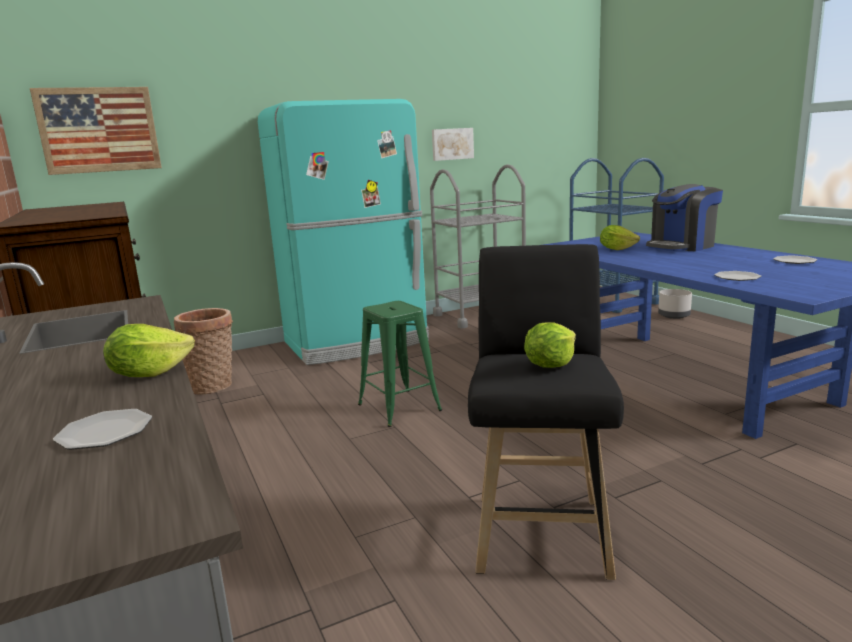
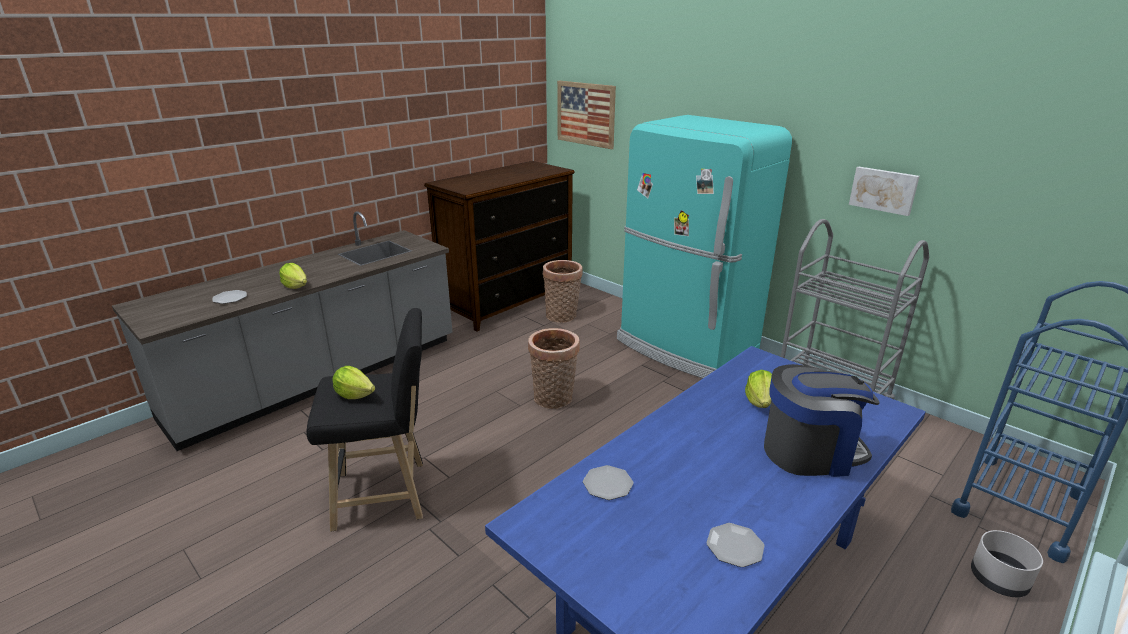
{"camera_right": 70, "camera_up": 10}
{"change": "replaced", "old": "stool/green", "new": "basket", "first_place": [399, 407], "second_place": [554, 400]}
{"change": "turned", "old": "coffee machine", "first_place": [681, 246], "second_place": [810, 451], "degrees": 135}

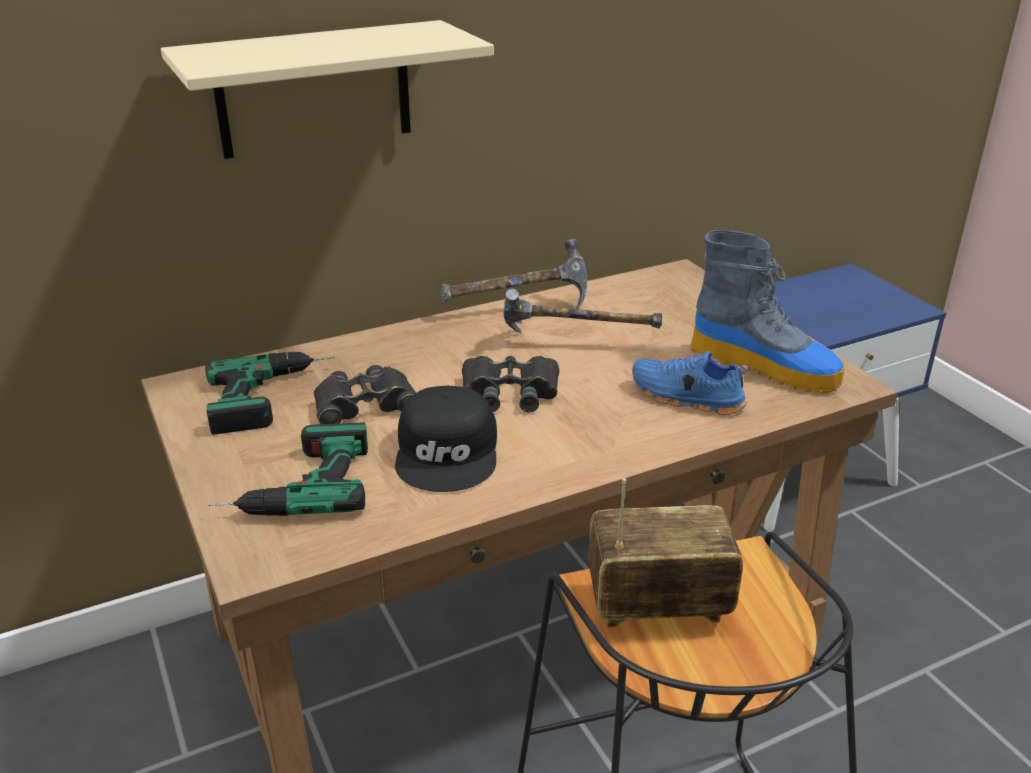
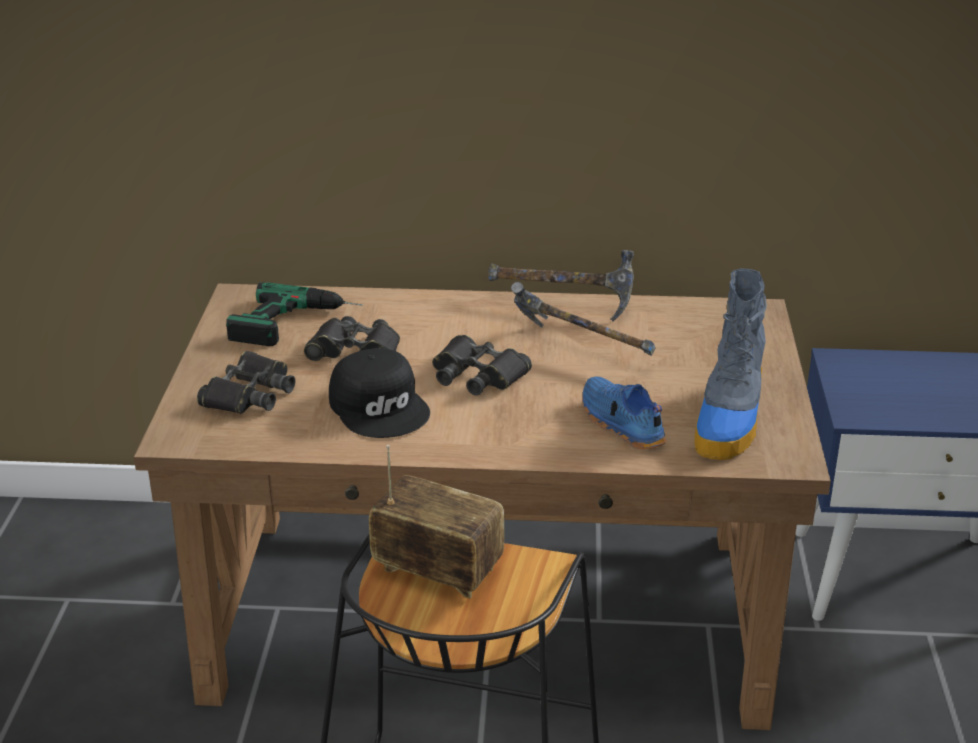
{"camera_right": 30, "camera_up": 0}
{"change": "replaced", "old": "power drill", "new": "binoculars/black", "first_place": [293, 484], "second_place": [249, 393]}
{"change": "turned", "old": "cap/black", "first_place": [449, 452], "second_place": [380, 406], "degrees": -60}
{"change": "turned", "old": "boot", "first_place": [765, 366], "second_place": [729, 420], "degrees": 45}
{"change": "removed", "old": "shelf/beige", "first_place": [314, 90]}

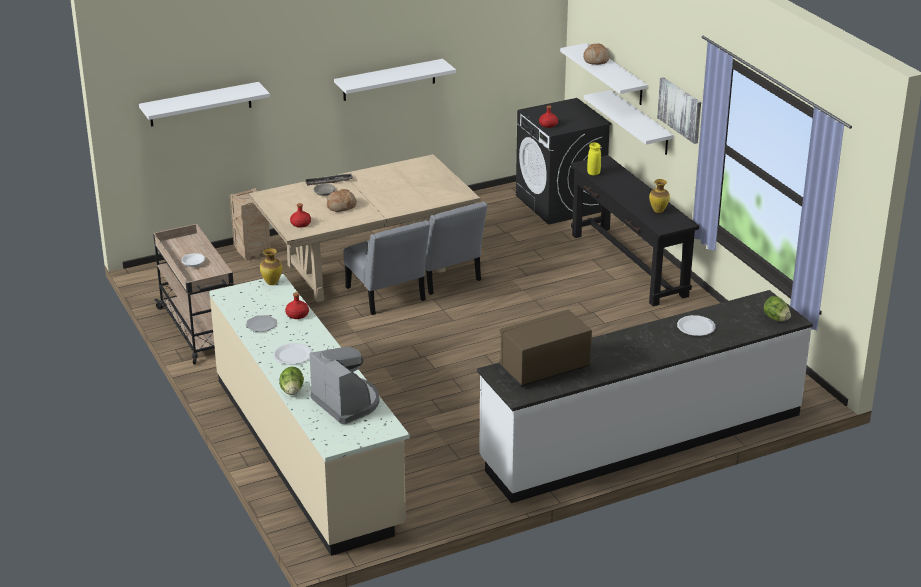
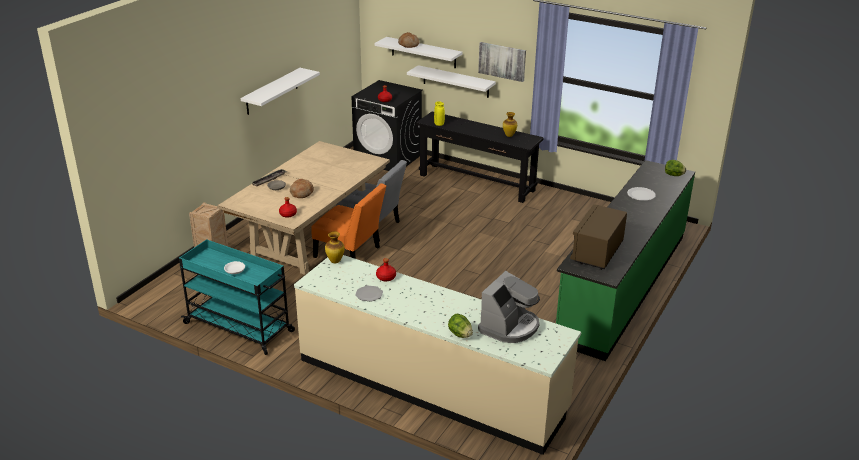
{"camera_right": -35, "camera_up": 0}
{"change": "recoloured", "old": "cart/beige", "new": "cart/turquoise", "first_place": [200, 331], "second_place": [240, 327]}
{"change": "recoloured", "old": "chair/grey", "new": "chair/orange", "first_place": [387, 296], "second_place": [350, 253]}
{"change": "turned", "old": "coffee machine", "first_place": [347, 402], "second_place": [509, 327], "degrees": 105}
{"change": "recoloured", "old": "counter/white", "new": "counter/green", "first_place": [642, 438], "second_place": [622, 285]}
{"change": "removed", "old": "shelf/white", "first_place": [200, 104]}
{"change": "removed", "old": "plate/white", "first_place": [292, 355]}

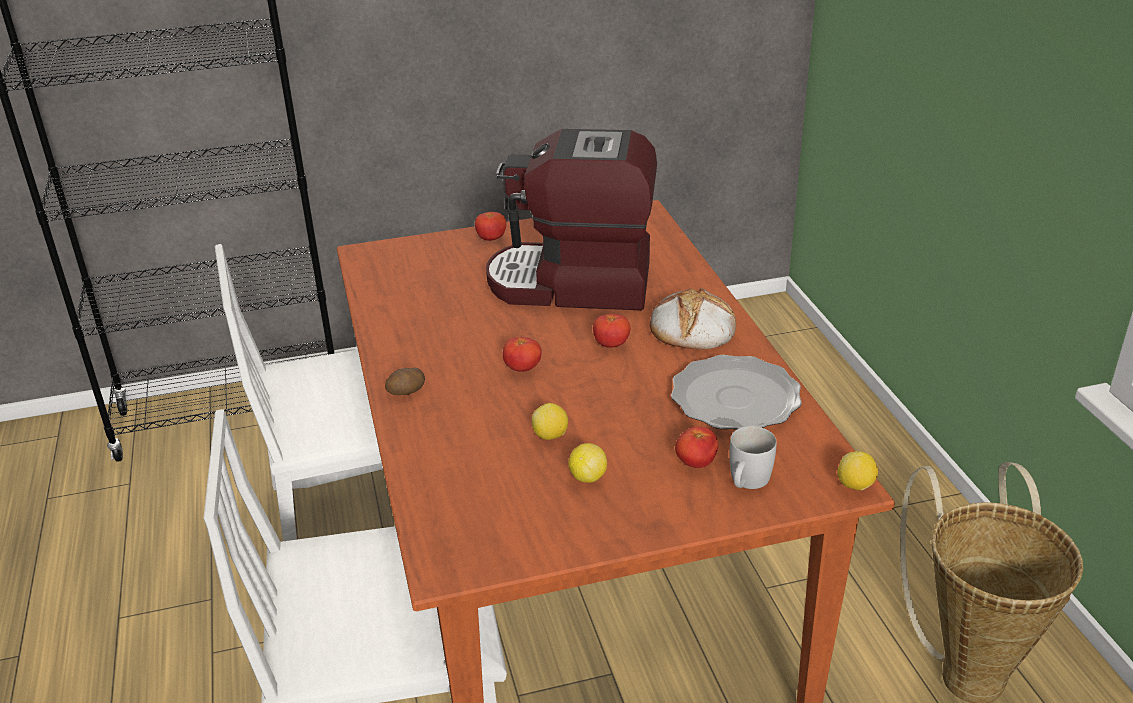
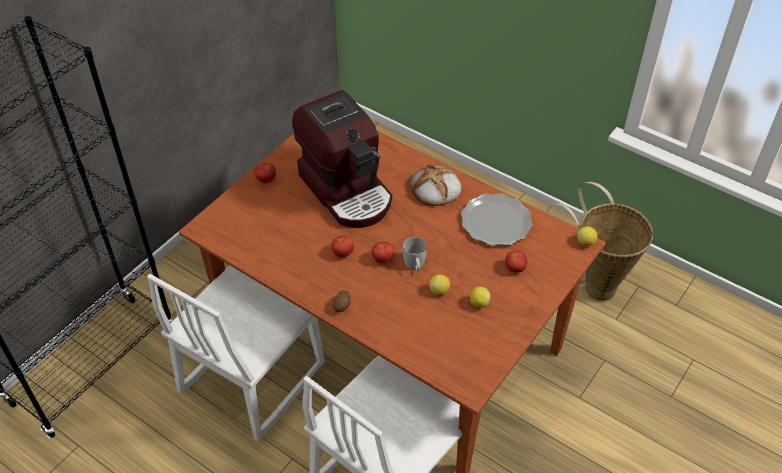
{"camera_right": -40, "camera_up": 15}
{"change": "turned", "old": "coffee machine", "first_place": [573, 284], "second_place": [347, 190], "degrees": -90}
{"change": "moved", "old": "tomato", "first_place": [611, 345], "second_place": [343, 253]}
{"change": "moved", "old": "mug/white", "first_place": [747, 482], "second_place": [415, 265]}

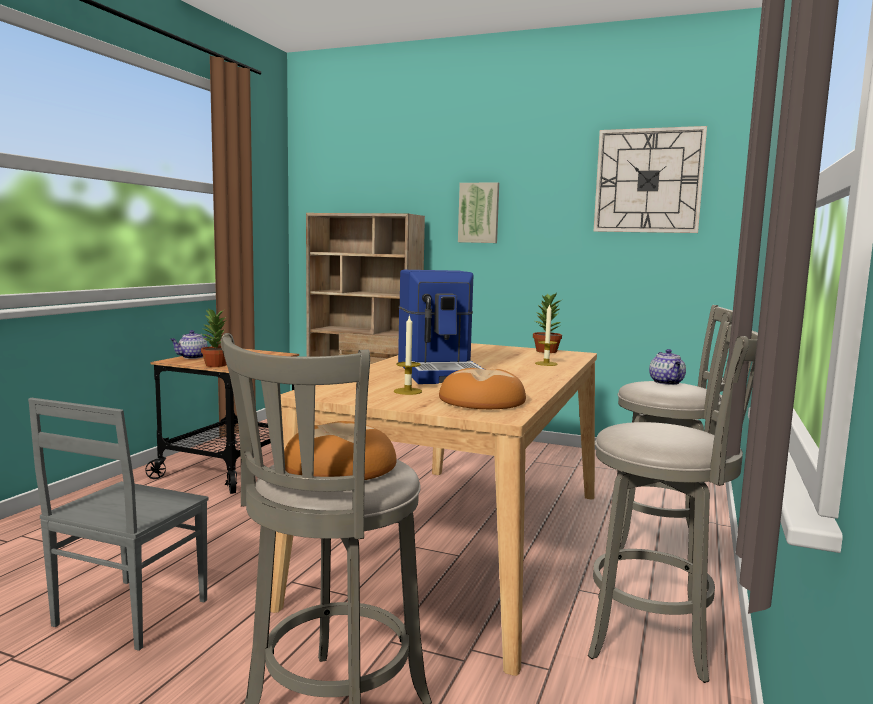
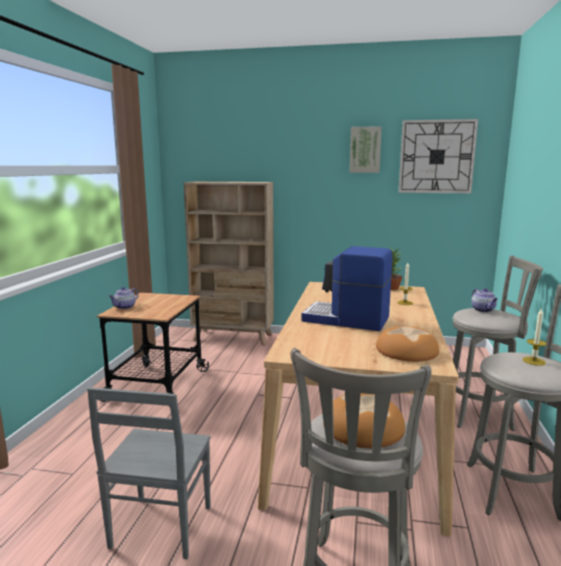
{"camera_right": -10, "camera_up": 5}
{"change": "turned", "old": "coffee machine", "first_place": [440, 372], "second_place": [346, 320], "degrees": 135}
{"change": "moved", "old": "picture", "first_place": [479, 213], "second_place": [365, 150]}
{"change": "moved", "old": "candle", "first_place": [407, 391], "second_place": [534, 361]}
{"change": "removed", "old": "potted plant", "first_place": [215, 365]}

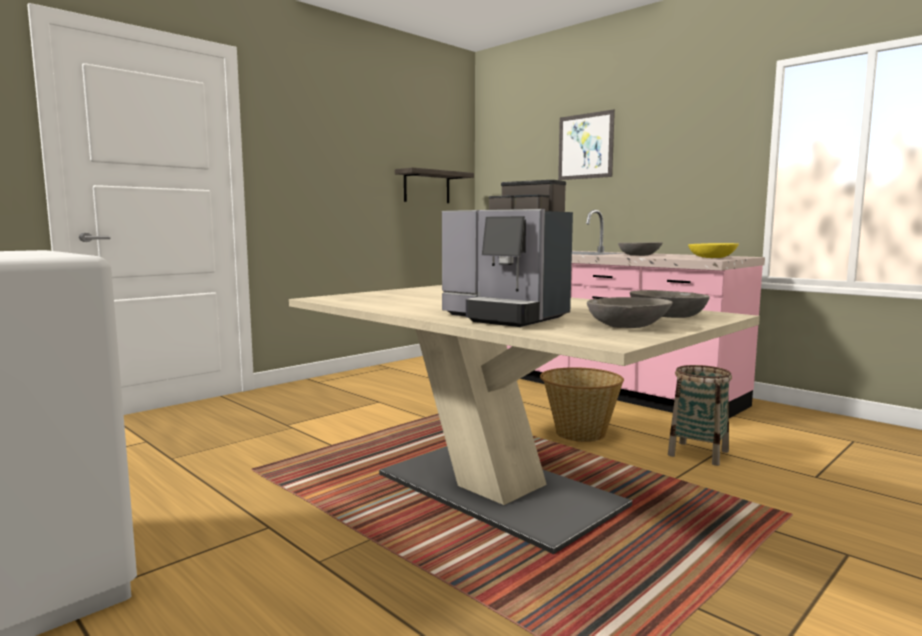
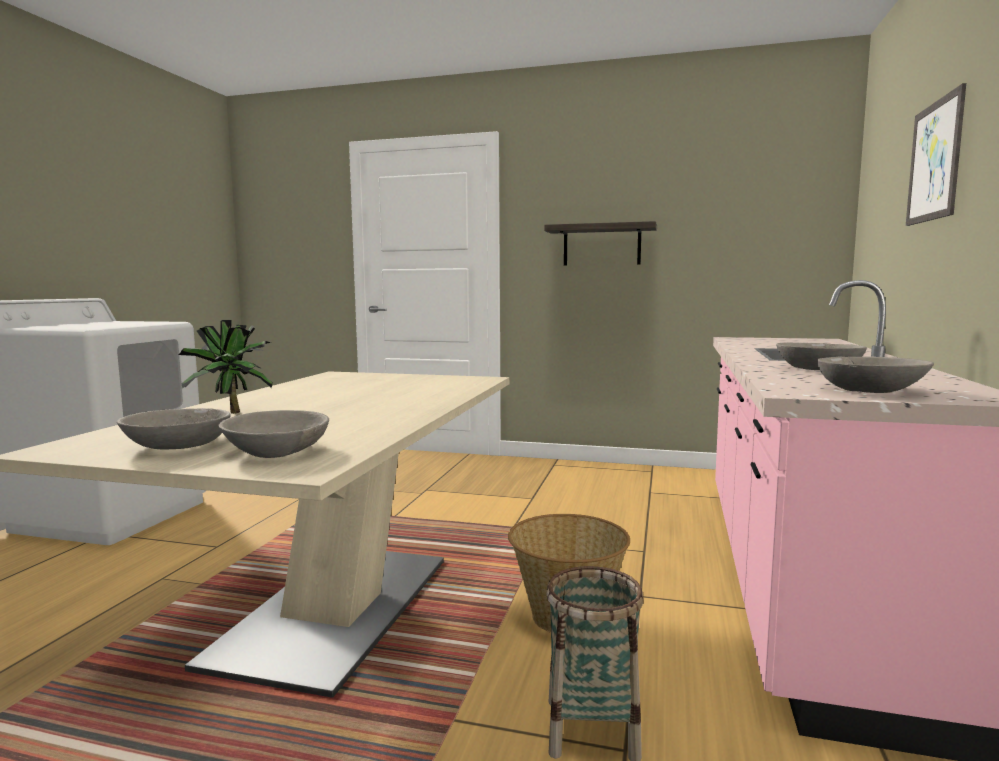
{"camera_right": 60, "camera_up": 0}
{"change": "replaced", "old": "coffee machine", "new": "potted plant", "first_place": [505, 317], "second_place": [231, 414]}
{"change": "moved", "old": "shelf", "first_place": [427, 187], "second_place": [602, 245]}
{"change": "recoloured", "old": "bowl/yellow", "new": "bowl/grey", "first_place": [712, 257], "second_place": [870, 390]}

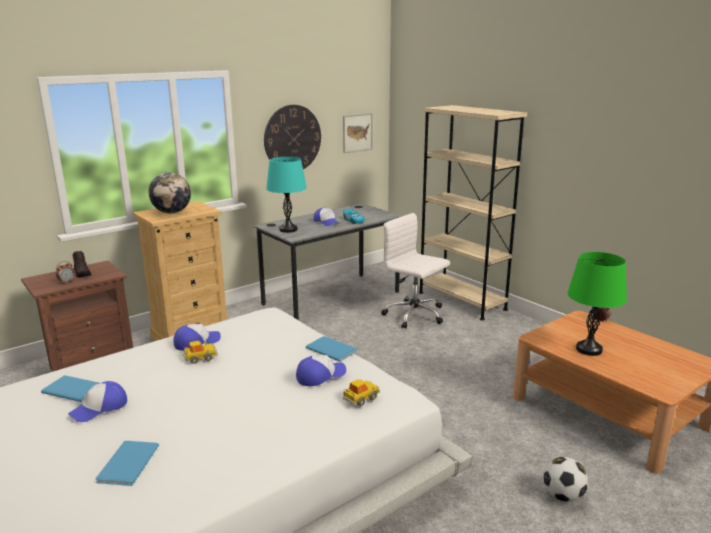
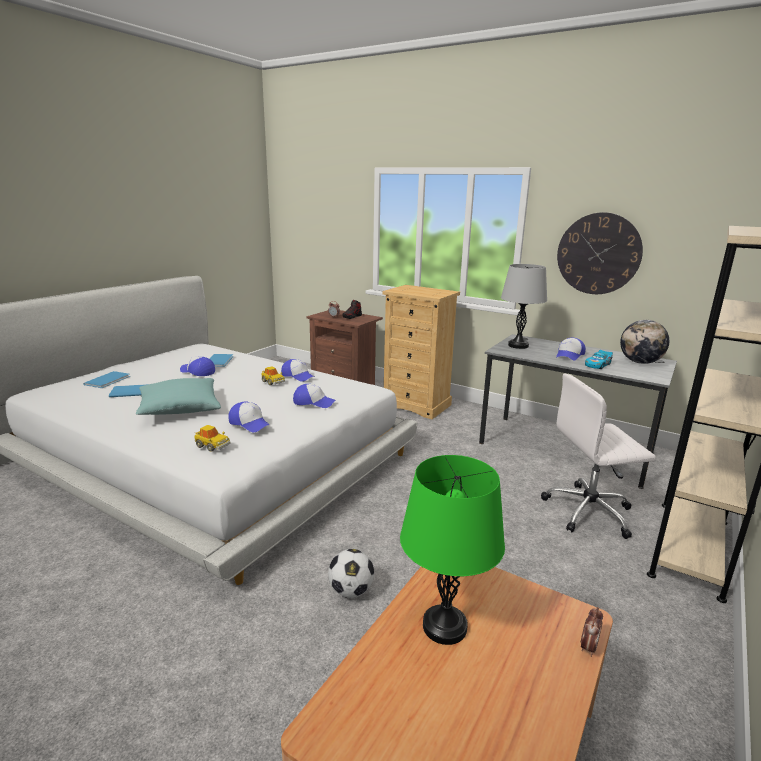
{"camera_right": 70, "camera_up": 0}
{"change": "moved", "old": "book/blue", "first_place": [331, 349], "second_place": [109, 380]}
{"change": "added", "new": "pillow/turquoise", "second_place": [180, 409]}
{"change": "added", "new": "cap", "second_place": [313, 402]}
{"change": "moved", "old": "football", "first_place": [563, 496], "second_place": [351, 591]}
{"change": "recoloured", "old": "table lamp/turquoise", "new": "table lamp/grey", "first_place": [288, 230], "second_place": [518, 345]}
{"change": "turned", "old": "office chair/white", "first_place": [415, 315], "second_place": [589, 511], "degrees": -120}
{"change": "moved", "old": "globe", "first_place": [172, 212], "second_place": [640, 362]}
{"change": "removed", "old": "picture", "first_place": [357, 133]}

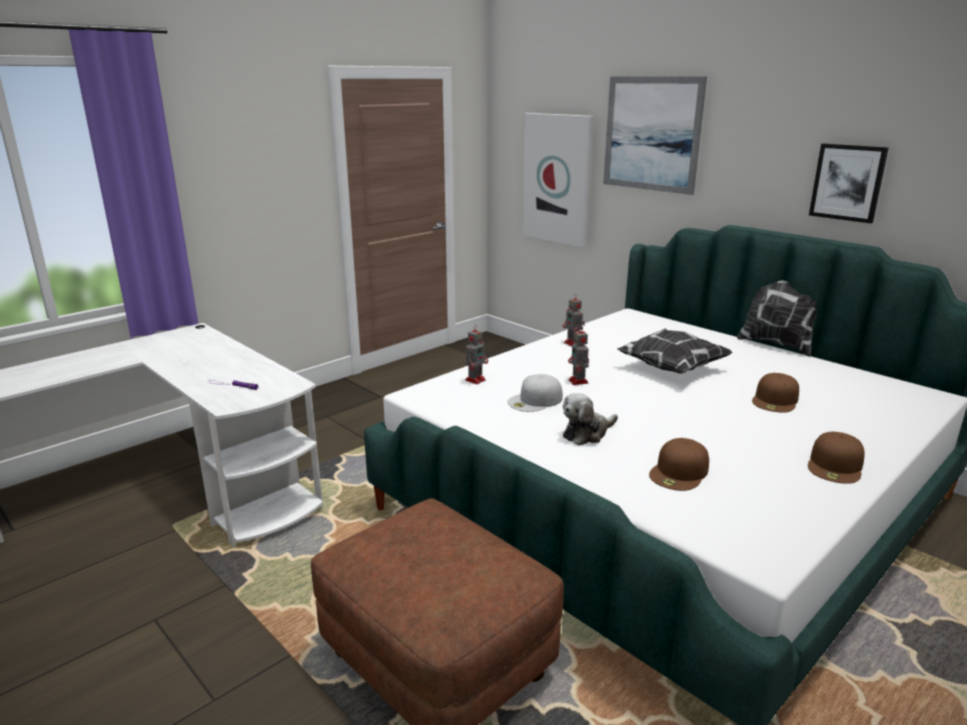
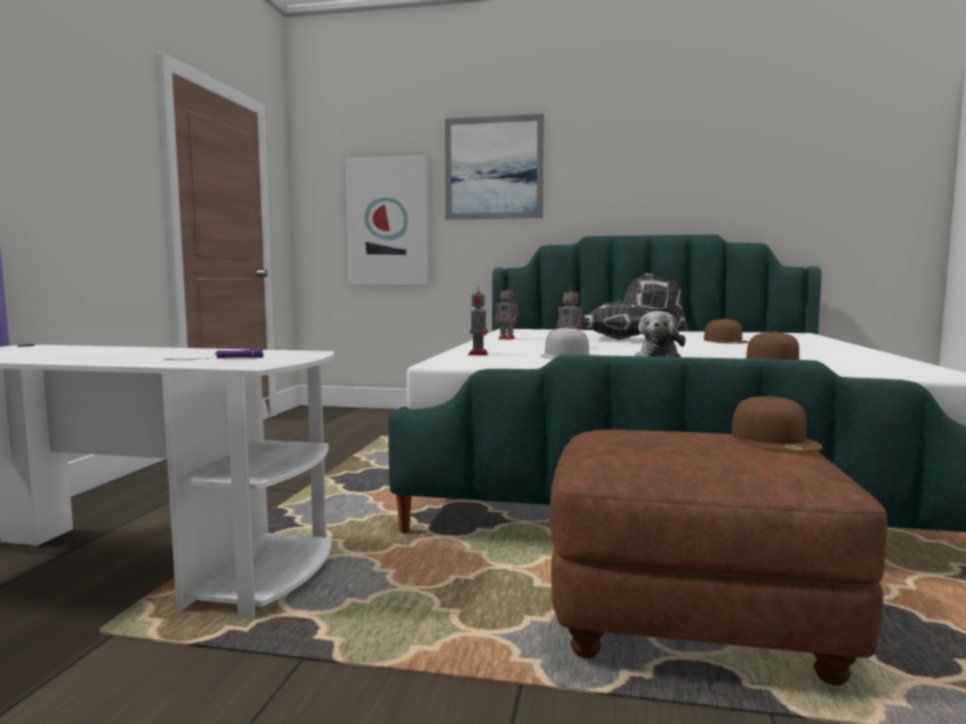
{"camera_right": -35, "camera_up": -15}
{"change": "moved", "old": "cap/brown", "first_place": [836, 465], "second_place": [775, 439]}
{"change": "removed", "old": "picture", "first_place": [847, 182]}

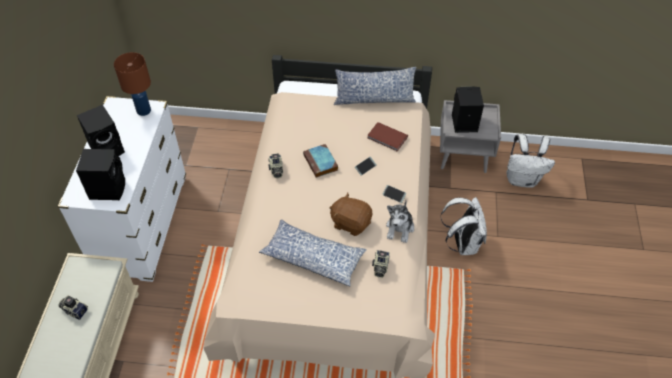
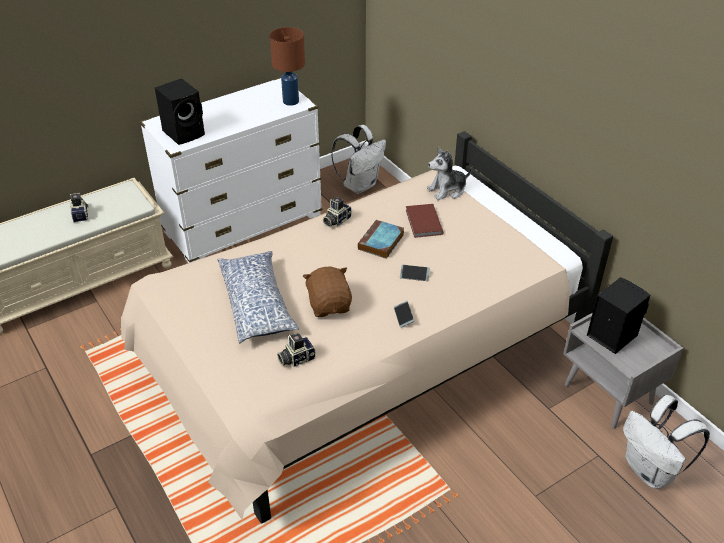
{"camera_right": 50, "camera_up": -10}
{"change": "moved", "old": "backpack/white", "first_place": [462, 243], "second_place": [360, 185]}
{"change": "moved", "old": "book/brown", "first_place": [387, 138], "second_place": [423, 222]}
{"change": "moved", "old": "plush toy", "first_place": [400, 228], "second_place": [447, 190]}
{"change": "removed", "old": "speaker/black", "first_place": [108, 148]}
{"change": "removed", "old": "pillow", "first_place": [374, 99]}

